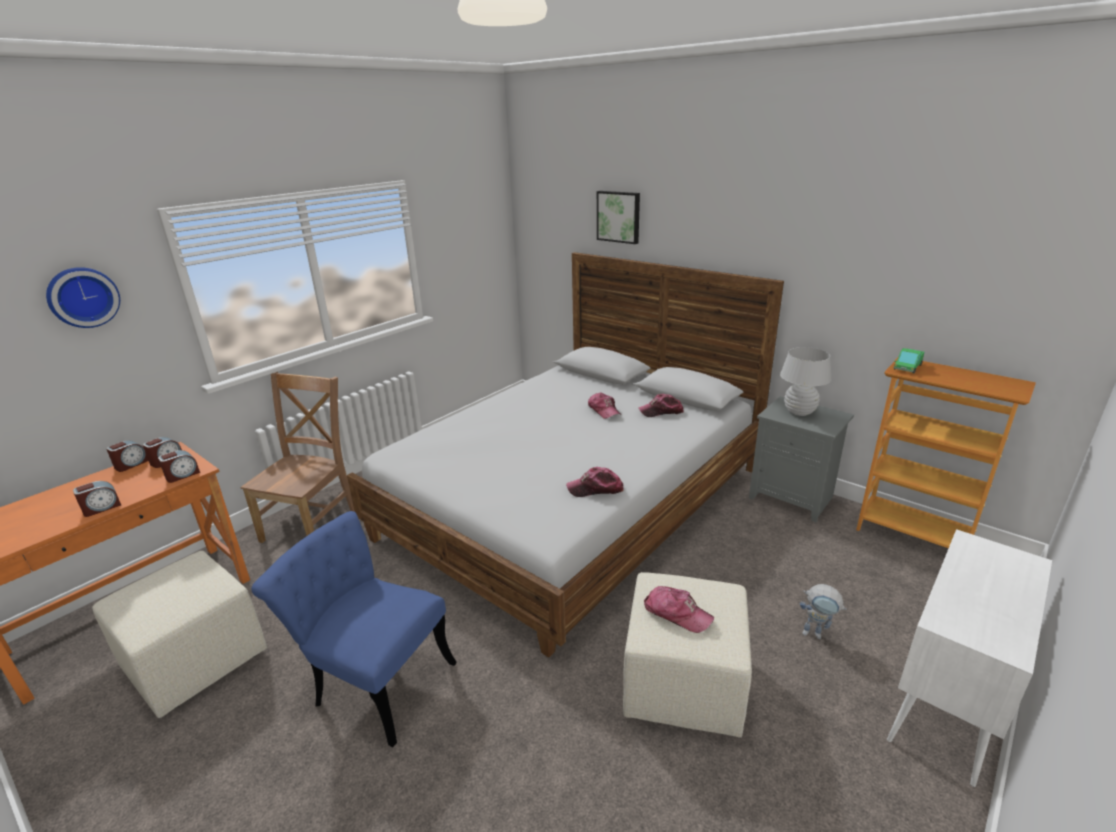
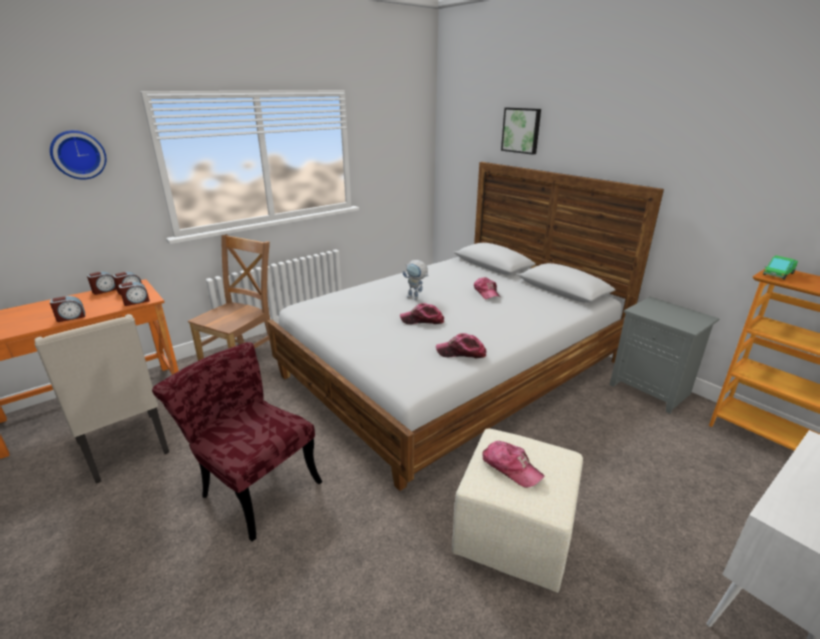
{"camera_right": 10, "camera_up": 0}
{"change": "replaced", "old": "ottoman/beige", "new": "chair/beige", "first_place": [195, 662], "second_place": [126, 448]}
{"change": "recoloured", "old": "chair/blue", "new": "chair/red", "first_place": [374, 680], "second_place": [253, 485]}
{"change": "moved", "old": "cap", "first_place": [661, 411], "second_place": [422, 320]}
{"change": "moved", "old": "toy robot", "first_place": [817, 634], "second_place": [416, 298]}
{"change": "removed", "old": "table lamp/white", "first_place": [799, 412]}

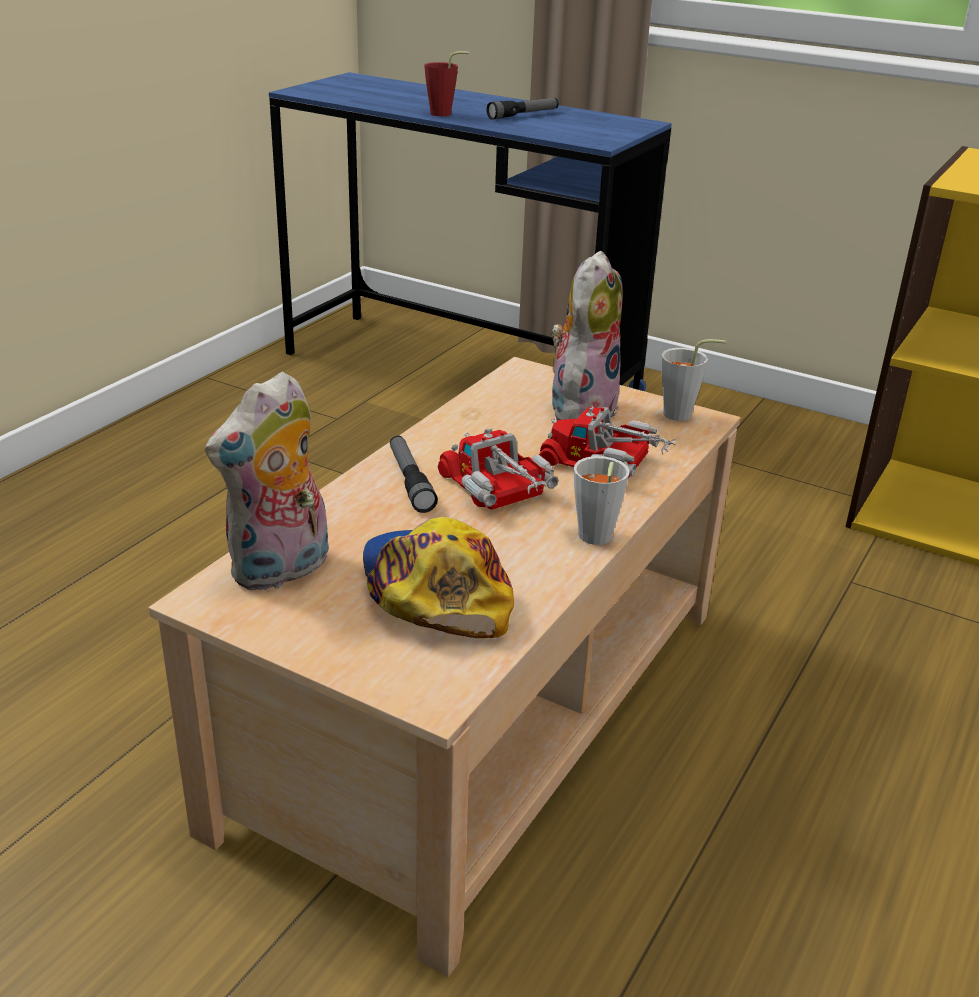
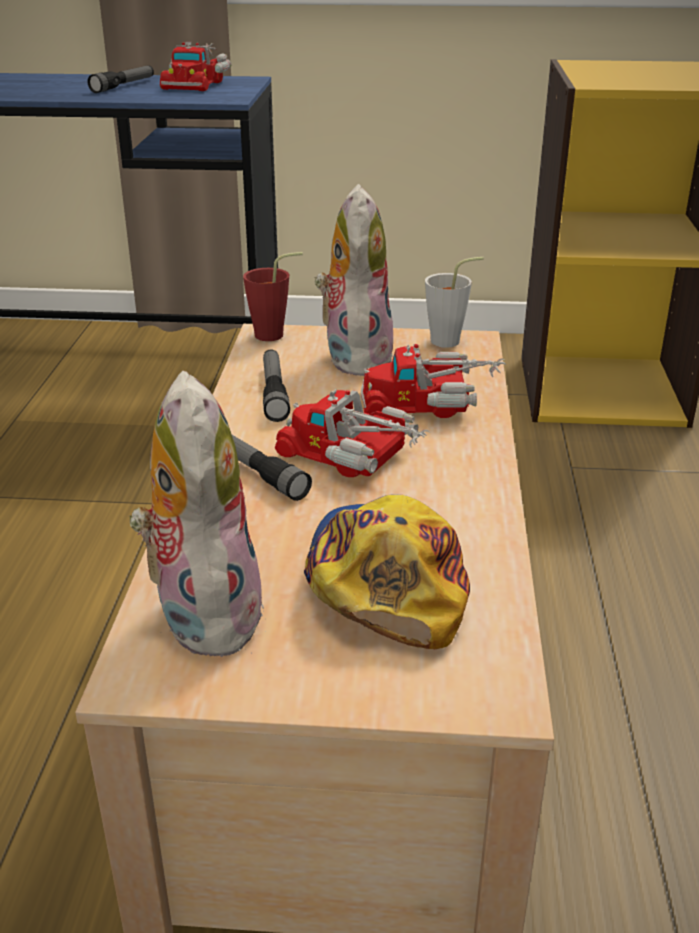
{"camera_right": -25, "camera_up": 0}
{"change": "turned", "old": "plush toy", "first_place": [281, 571], "second_place": [202, 612], "degrees": 150}
{"change": "added", "new": "toy truck", "second_place": [197, 83]}
{"change": "moved", "old": "cup/red", "first_place": [445, 114], "second_place": [276, 335]}
{"change": "added", "new": "flashlight", "second_place": [274, 393]}
{"change": "turned", "old": "cap", "first_place": [434, 590], "second_place": [387, 578], "degrees": 45}
{"change": "removed", "old": "cup/grey", "first_place": [594, 540]}

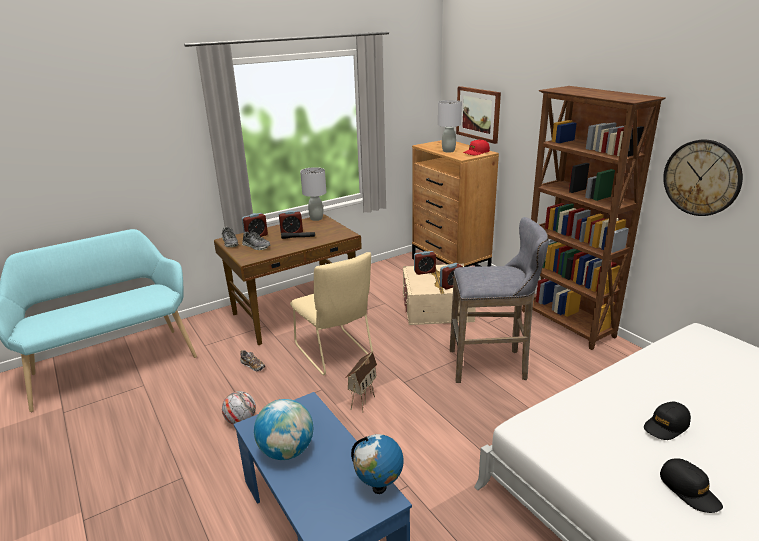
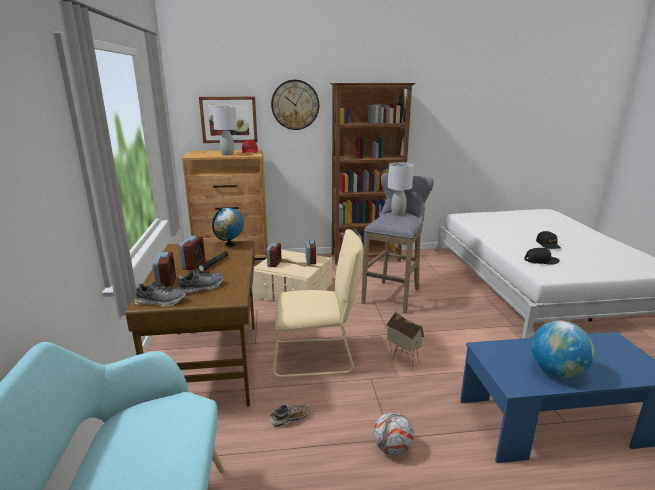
{"camera_right": -65, "camera_up": -5}
{"change": "moved", "old": "globe", "first_place": [379, 487], "second_place": [230, 245]}
{"change": "moved", "old": "wall clock", "first_place": [702, 178], "second_place": [295, 105]}
{"change": "moved", "old": "table lamp/grey", "first_place": [316, 219], "second_place": [398, 214]}
{"change": "moved", "old": "cap/black", "first_place": [689, 490], "second_place": [541, 261]}

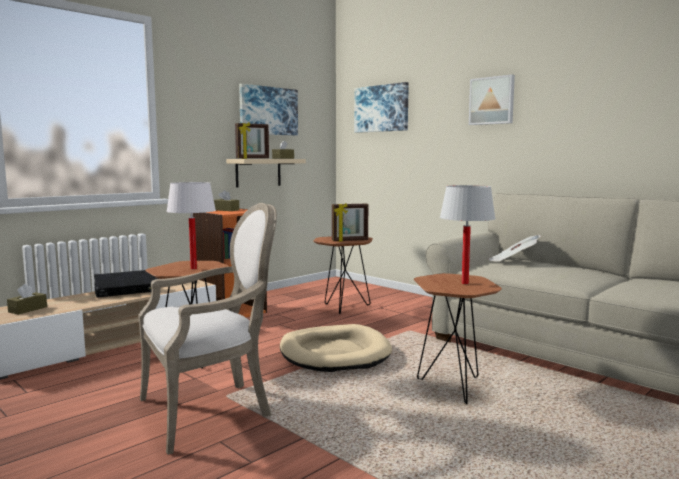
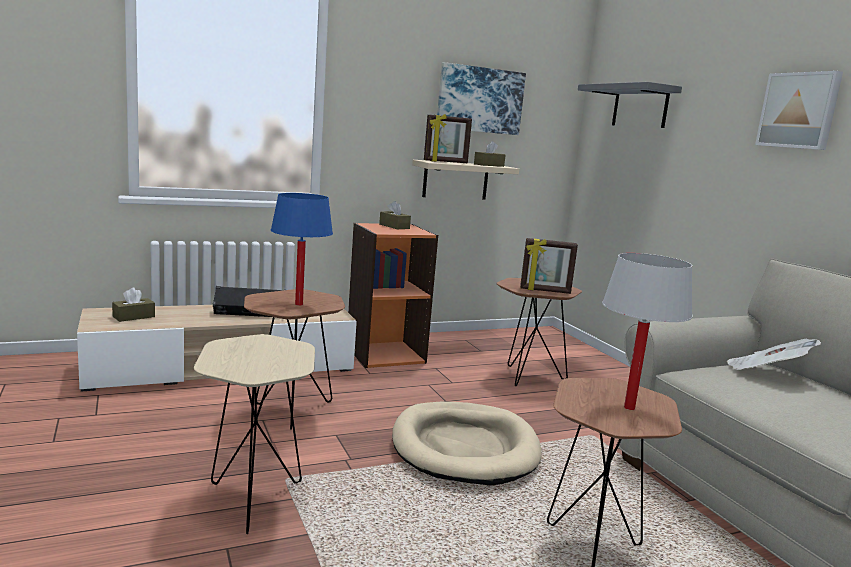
{"camera_right": 20, "camera_up": 5}
{"change": "replaced", "old": "armchair", "new": "side table/beige", "first_place": [212, 410], "second_place": [254, 496]}
{"change": "recoloured", "old": "table lamp/white", "new": "table lamp/blue", "first_place": [193, 268], "second_place": [299, 304]}
{"change": "replaced", "old": "picture", "new": "shelf/grey", "first_place": [381, 108], "second_place": [640, 107]}

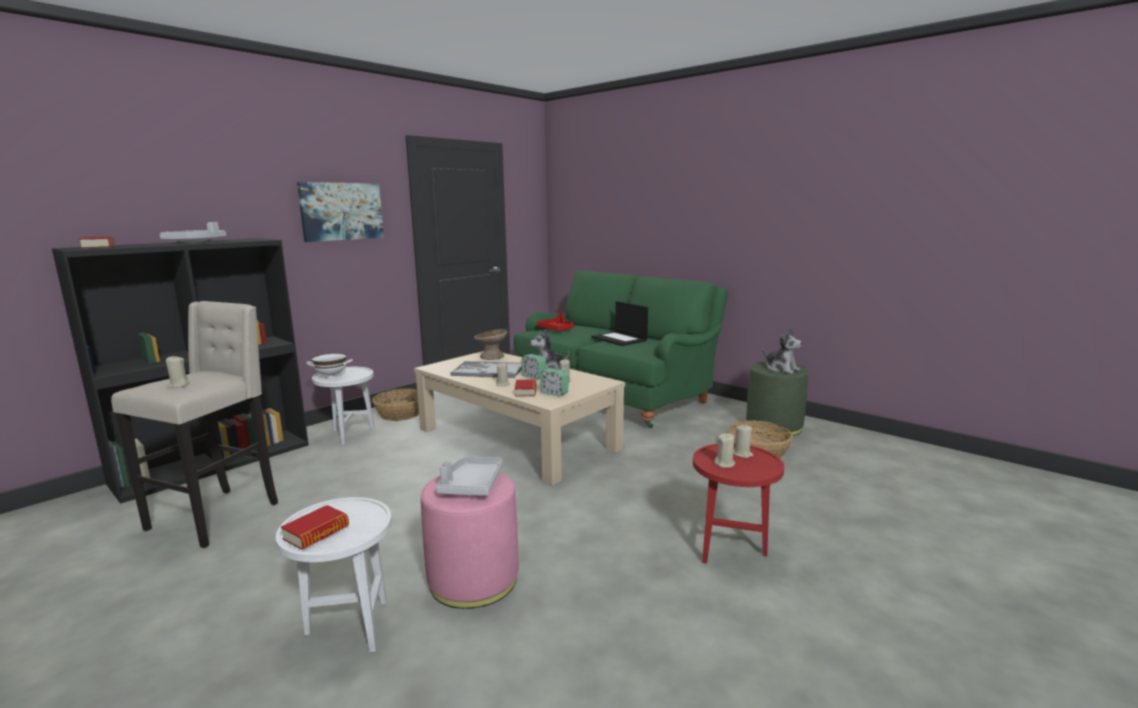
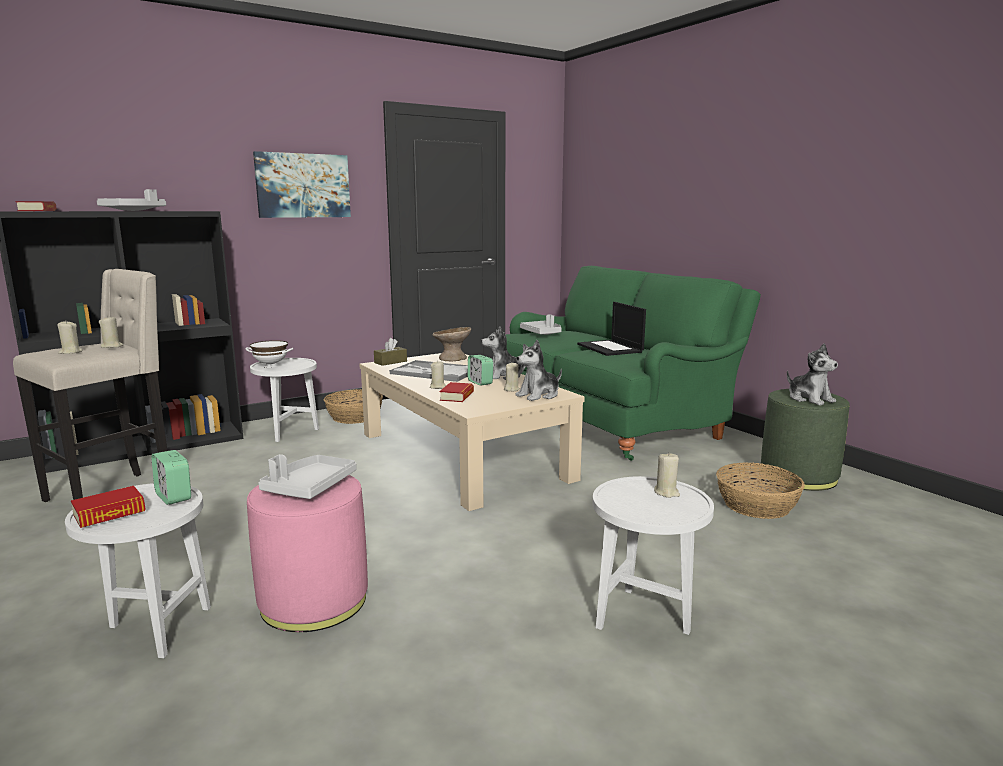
{"camera_right": 15, "camera_up": 0}
{"change": "moved", "old": "candle/beige", "first_place": [724, 464], "second_place": [112, 346]}
{"change": "moved", "old": "alarm clock", "first_place": [554, 393], "second_place": [174, 496]}
{"change": "added", "new": "tissue box/brown", "second_place": [390, 362]}
{"change": "added", "new": "plush toy", "second_place": [539, 395]}
{"change": "recoloured", "old": "tray/red", "new": "tray/grey", "first_place": [556, 329], "second_place": [542, 333]}
{"change": "recoloured", "old": "side table/red", "new": "side table/white", "first_place": [731, 549], "second_place": [644, 618]}

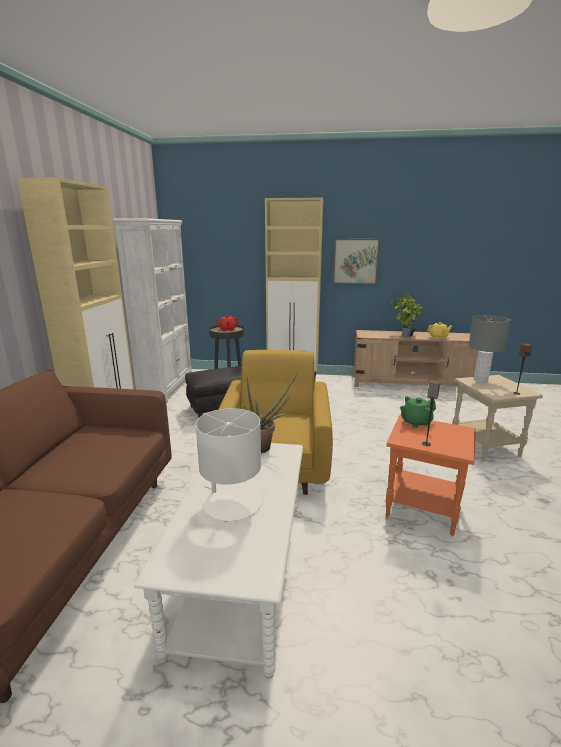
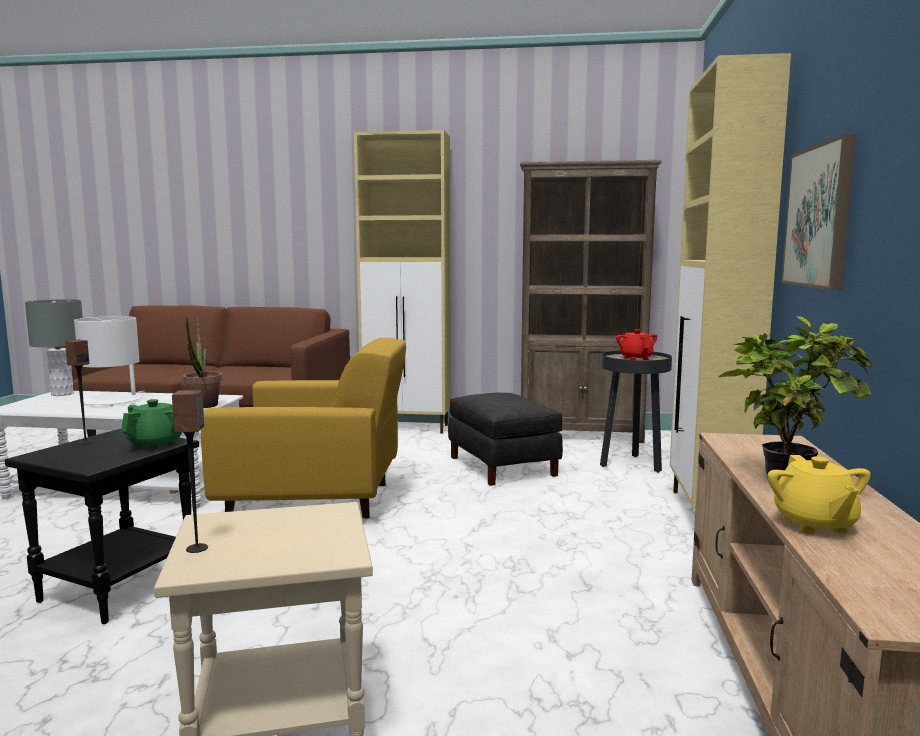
{"camera_right": 90, "camera_up": -10}
{"change": "recoloured", "old": "side table/orange", "new": "side table/black", "first_place": [423, 508], "second_place": [118, 589]}
{"change": "moved", "old": "table lamp/grey", "first_place": [480, 380], "second_place": [62, 394]}
{"change": "turned", "old": "teapot/green", "first_place": [415, 422], "second_place": [156, 444], "degrees": 45}
{"change": "recoloured", "old": "bookcase/white", "new": "bookcase/brown", "first_place": [167, 388], "second_place": [581, 435]}

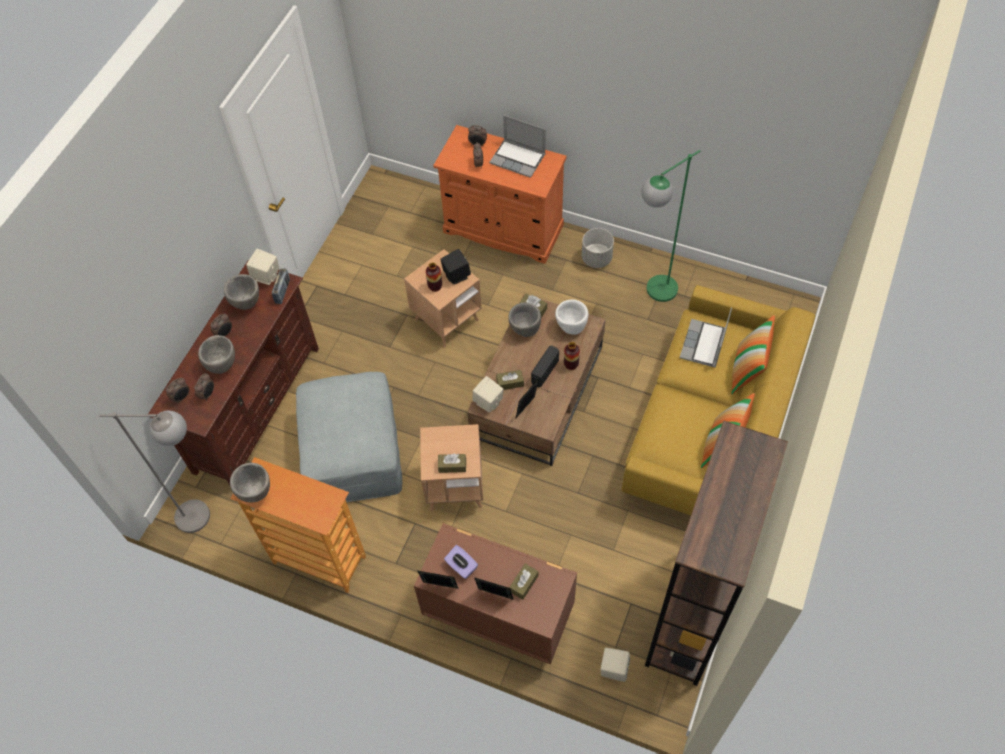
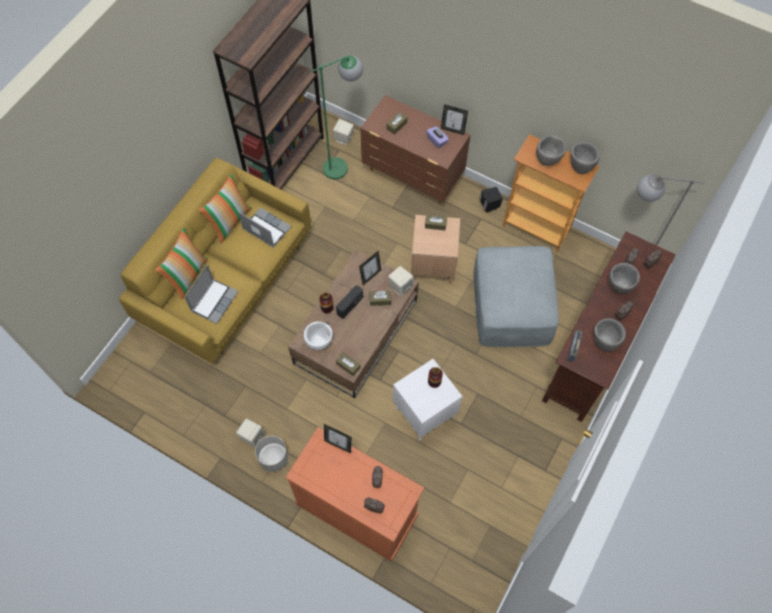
{"camera_right": -175, "camera_up": 5}
{"change": "moved", "old": "speaker/beige", "first_place": [266, 276], "second_place": [252, 436]}
{"change": "moved", "old": "laptop", "first_place": [518, 159], "second_place": [266, 228]}
{"change": "moved", "old": "floor lamp/green", "first_place": [653, 295], "second_place": [343, 165]}
{"change": "moved", "old": "picture frame", "first_place": [494, 597], "second_place": [338, 445]}
{"change": "recoloured", "old": "side table/brown", "new": "side table/white", "first_place": [446, 320], "second_place": [424, 412]}
{"change": "moved", "old": "speaker/black", "first_place": [456, 275], "second_place": [489, 205]}
{"change": "moved", "old": "bowl/grey", "first_place": [525, 330], "second_place": [547, 160]}

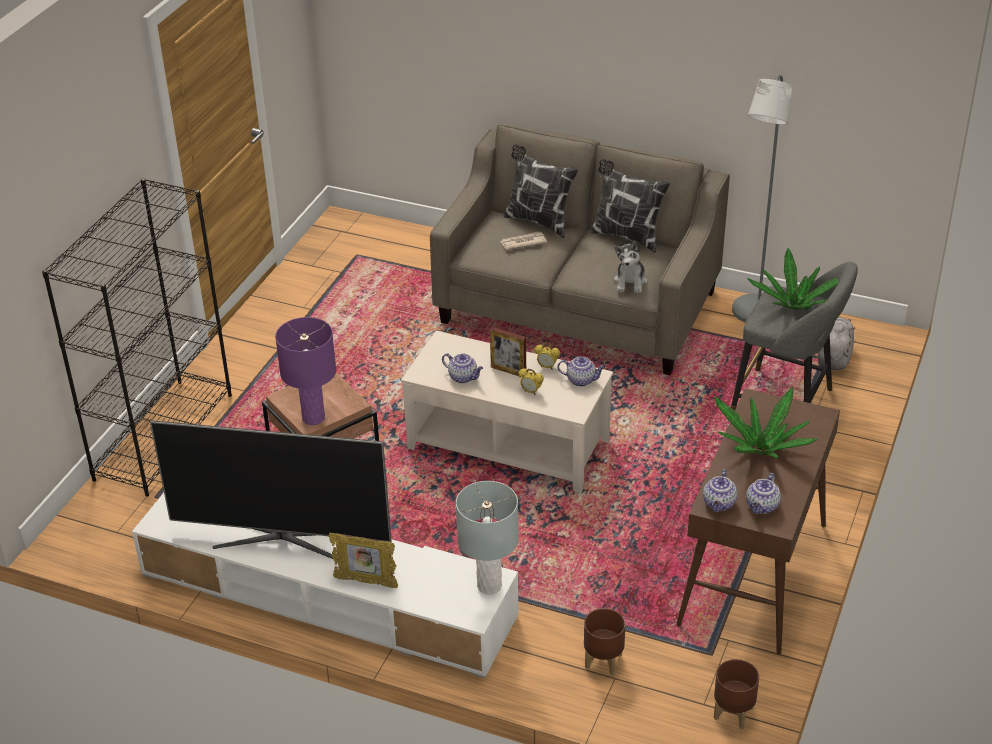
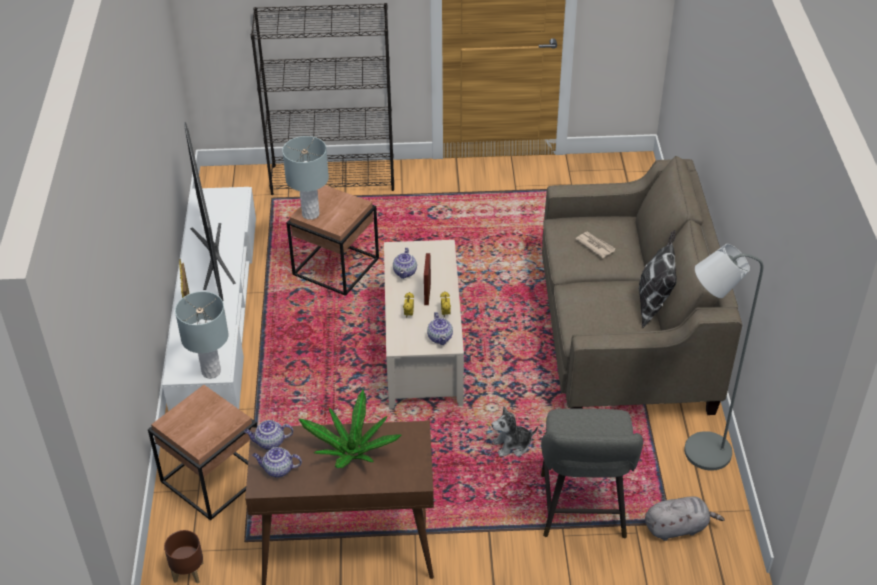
{"camera_right": 65, "camera_up": 5}
{"change": "replaced", "old": "planter/brown", "new": "side table/brown", "first_place": [602, 661], "second_place": [213, 477]}
{"change": "recoloured", "old": "table lamp/purple", "new": "table lamp/grey", "first_place": [313, 418], "second_place": [310, 214]}
{"change": "moved", "old": "plush toy", "first_place": [630, 282], "second_place": [512, 445]}
{"change": "removed", "old": "pillow", "first_place": [538, 221]}
{"change": "removed", "old": "potted plant", "first_place": [794, 305]}

